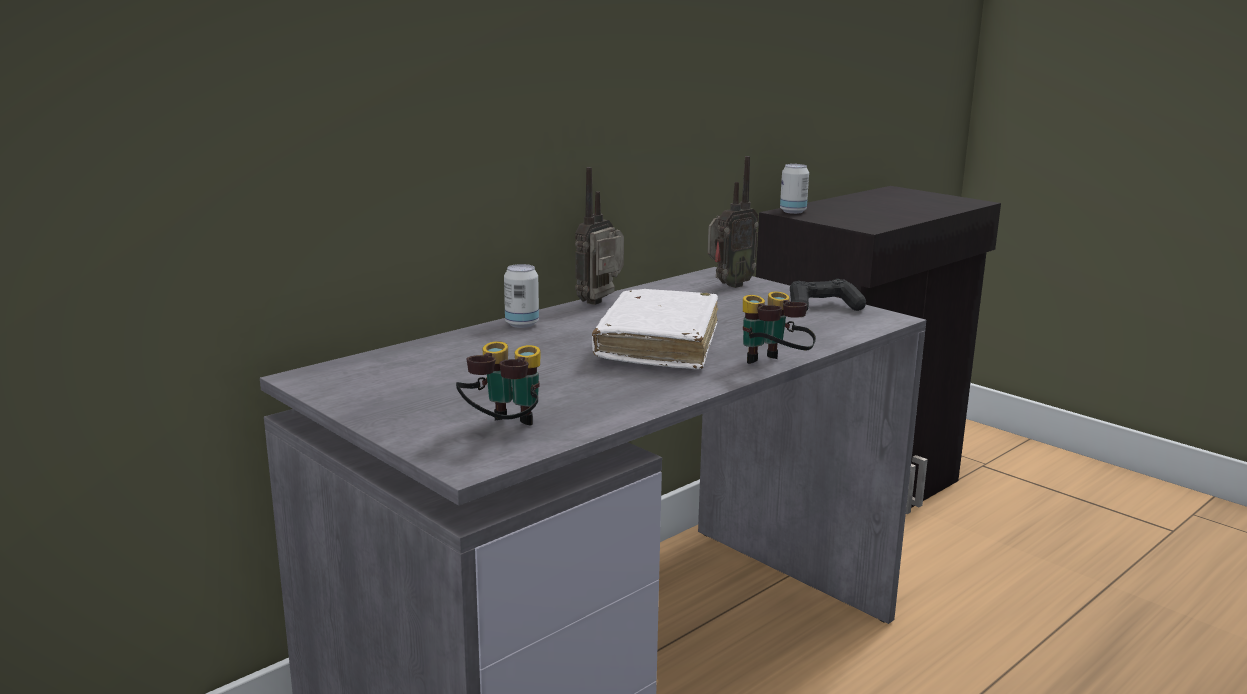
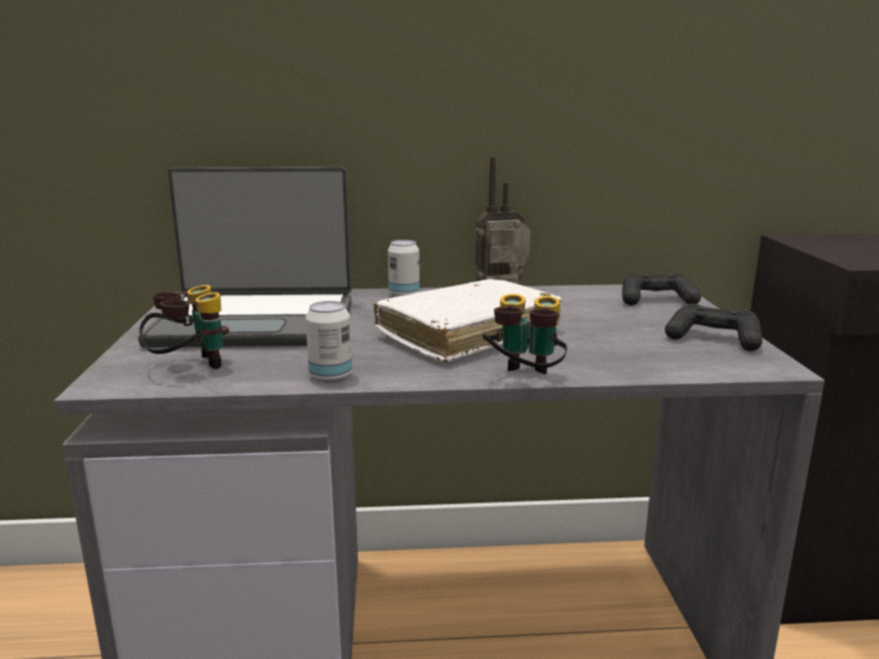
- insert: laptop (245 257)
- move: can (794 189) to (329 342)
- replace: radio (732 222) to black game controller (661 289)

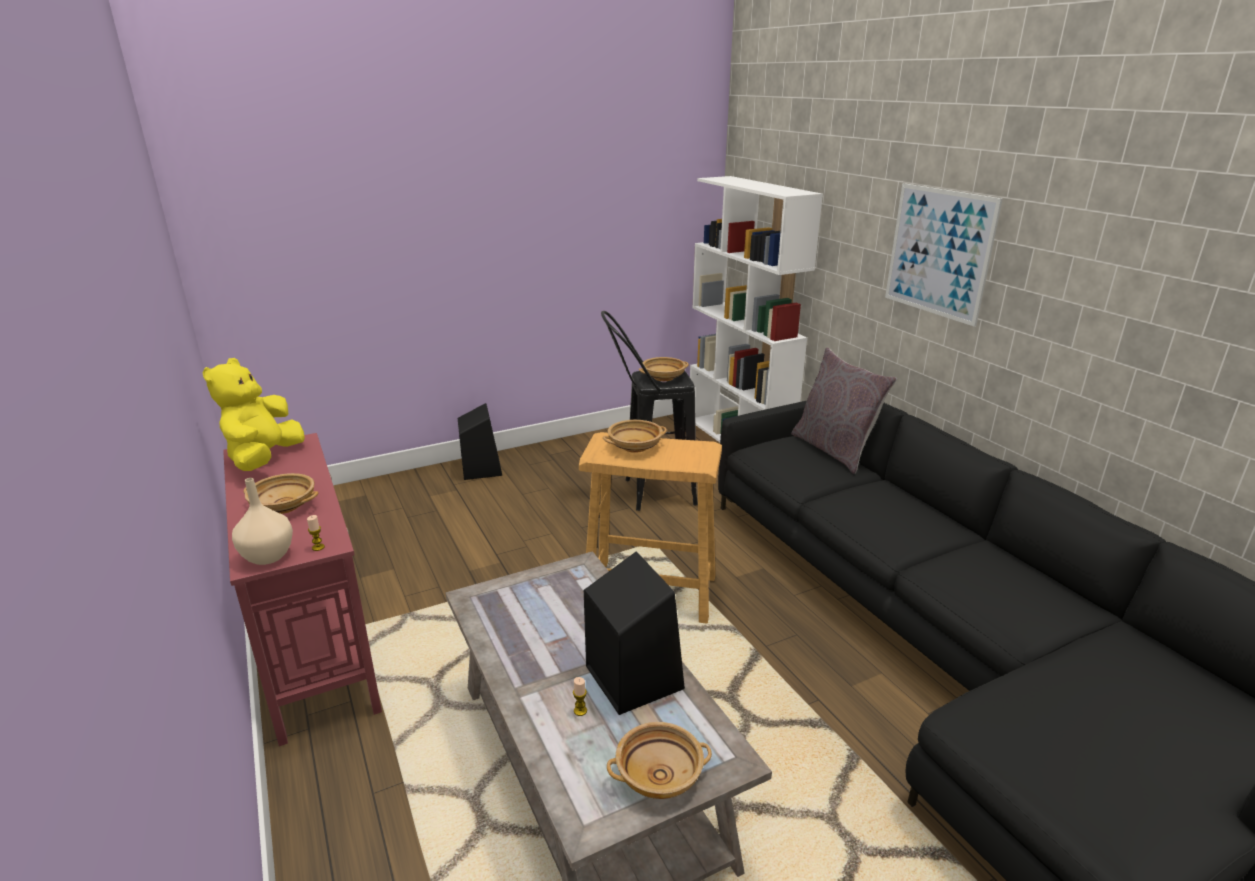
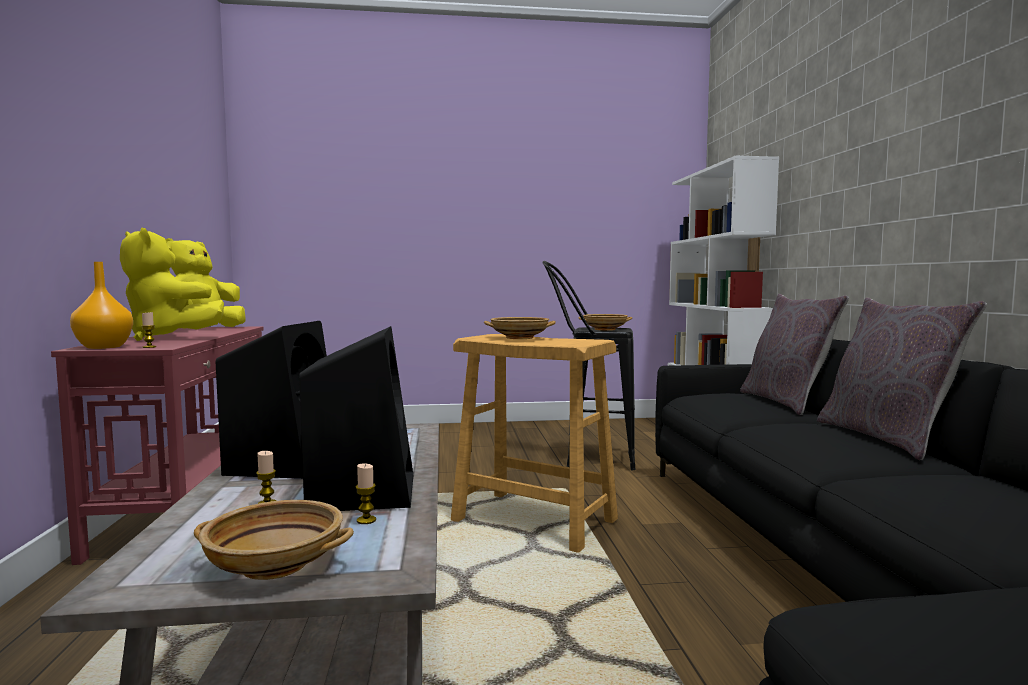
- recolor: beige vase (262 521) to orange vase (101 305)
- replace: beige bowl (280 493) to yellow plush toy (172 284)
- move: black speaker (479 441) to (271 400)
- insert: candle (366 493)
- insert: grey pillow (902 379)
- delete: picture (944 255)

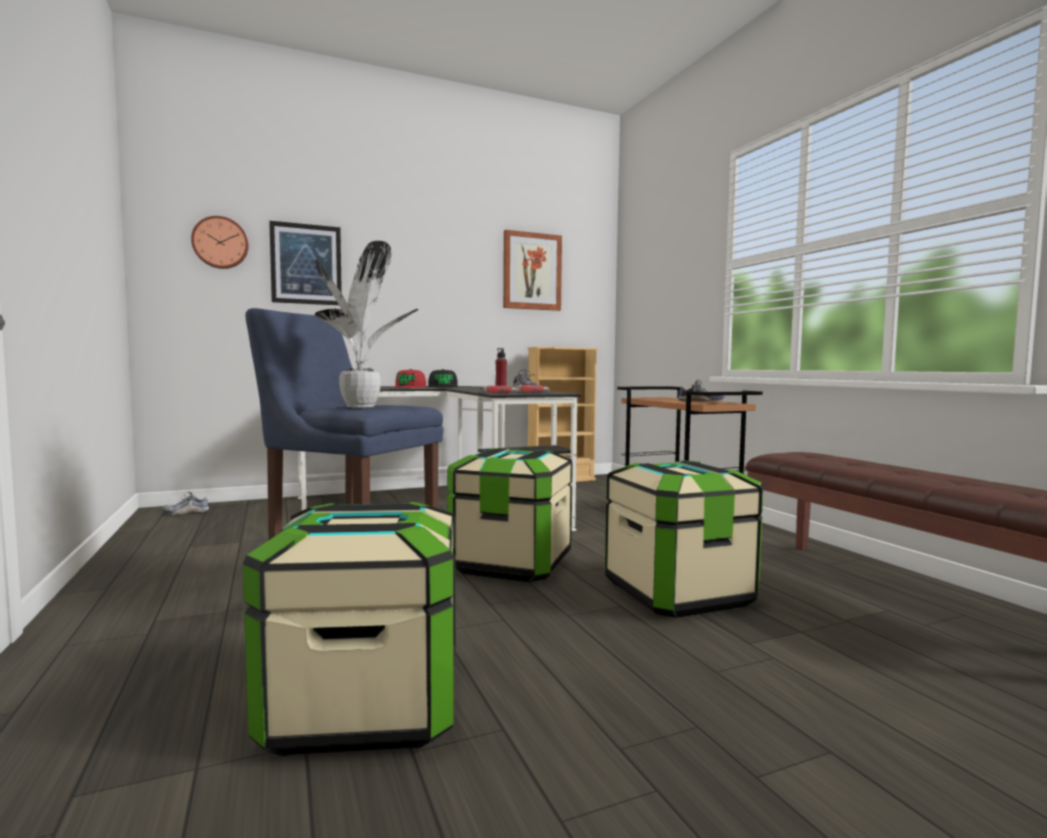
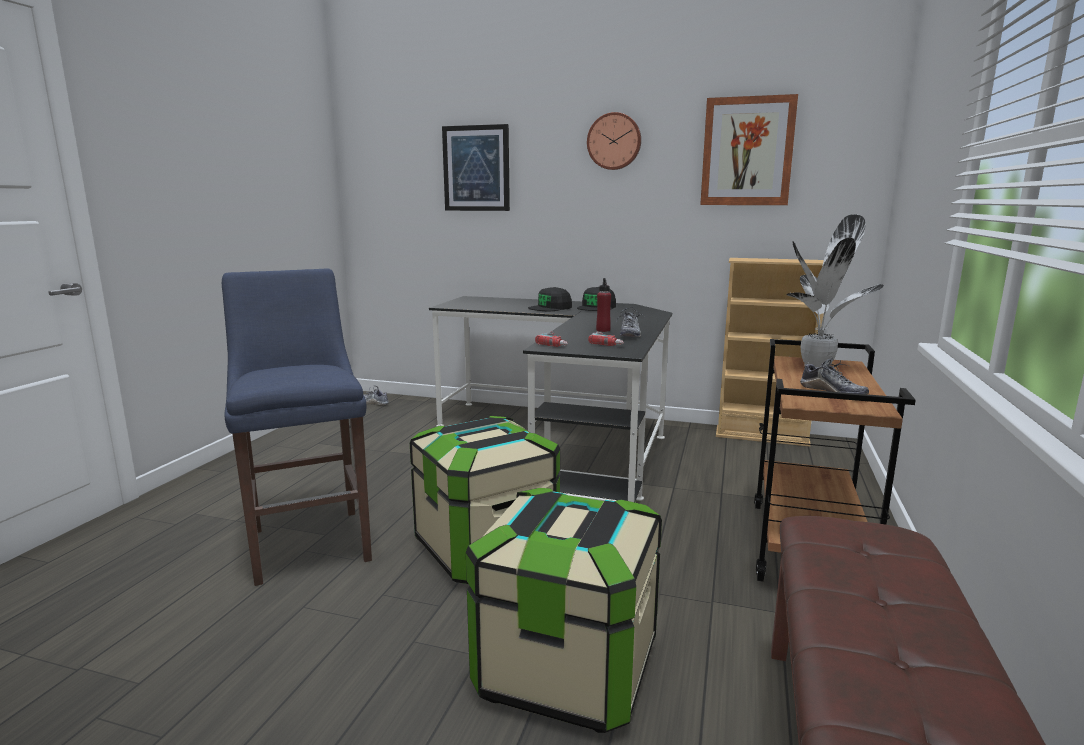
- recolor: red cap (408 378) to black cap (550 299)
- move: wall clock (219 242) to (614 141)
- move: potted plant (367 324) to (835 291)
- delete: storage box (349 629)

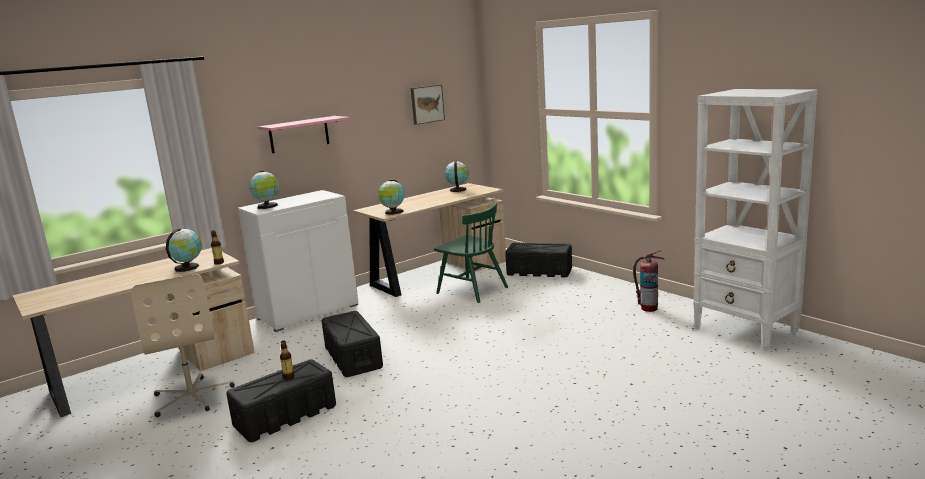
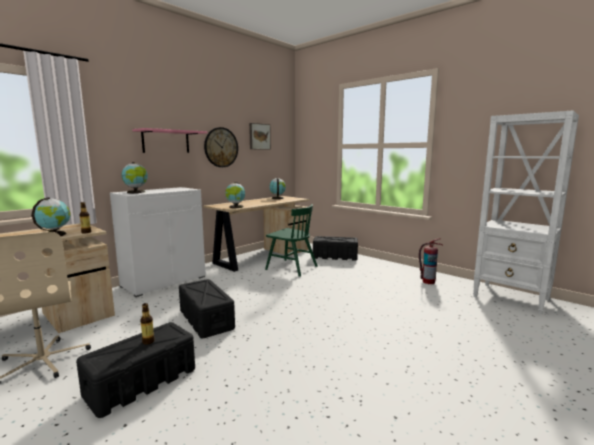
- insert: wall clock (221 147)

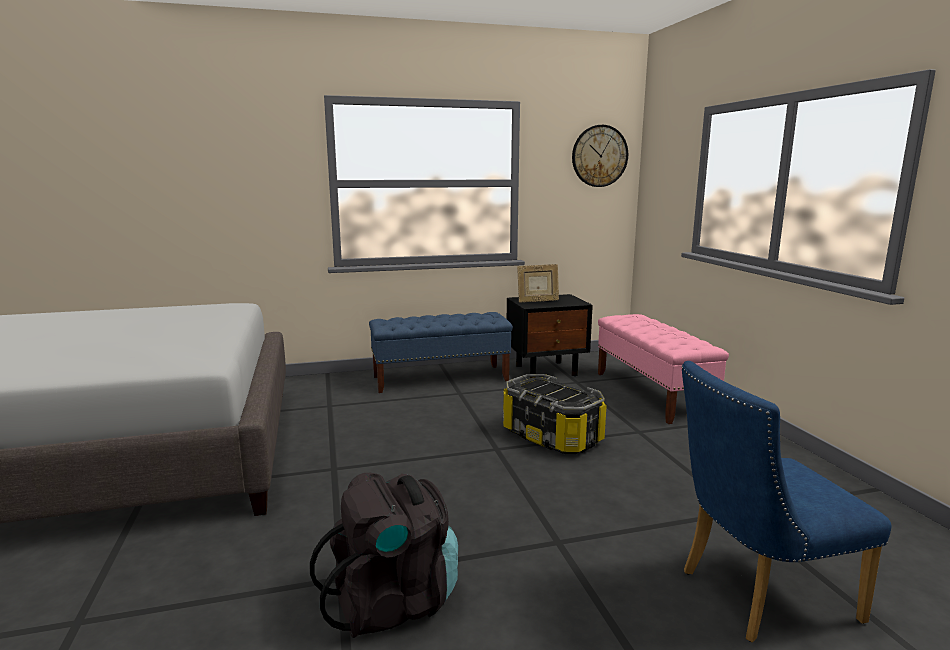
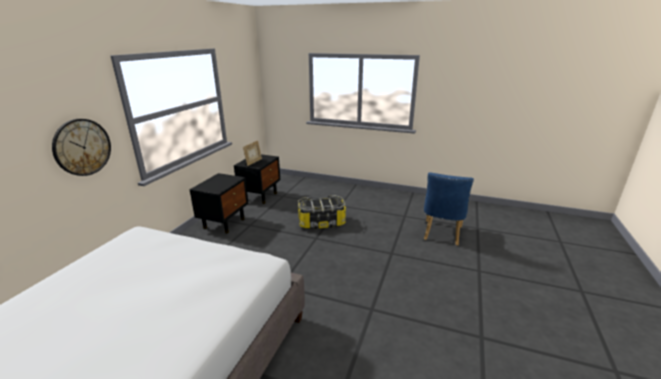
- move: wall clock (600 156) to (81 147)
- replace: blue bench (441 352) to black nightstand (218 203)
- delete: black backpack (384 555)
- delete: pink bench (663 369)

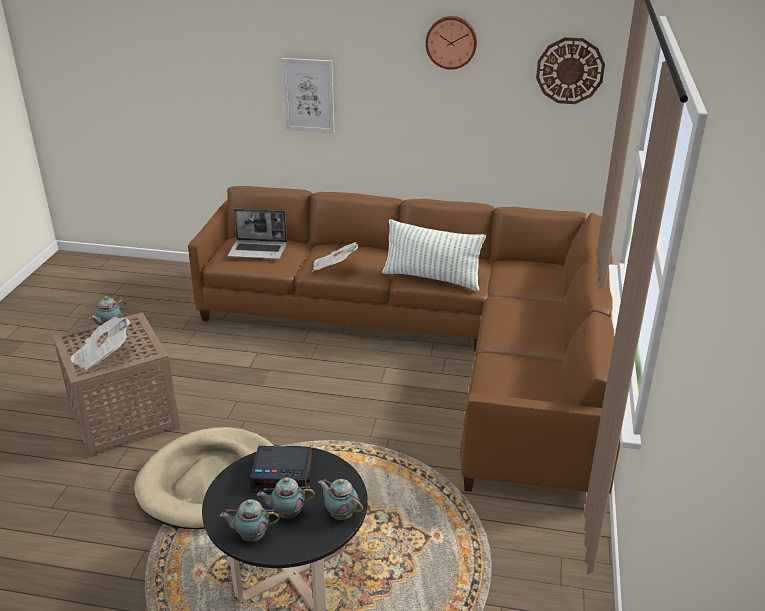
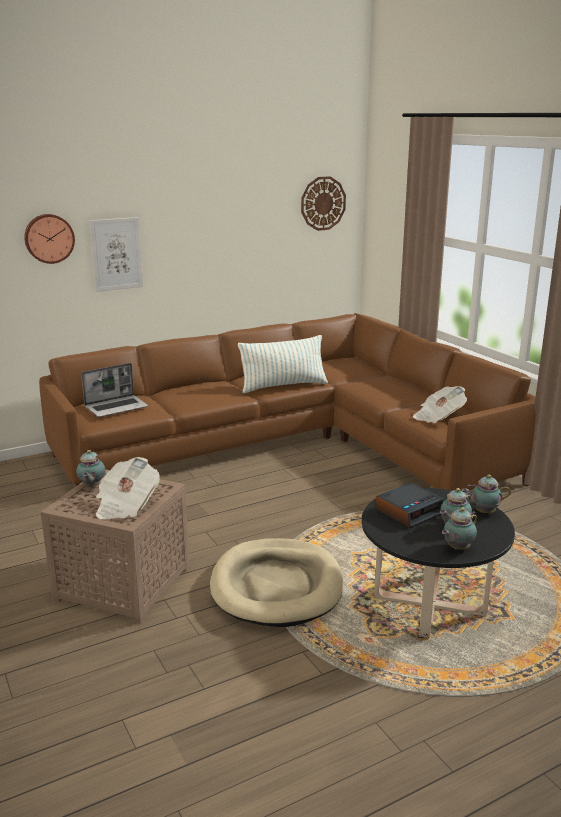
- move: wall clock (451 43) to (49 239)
- move: newspaper (335 257) to (440 404)

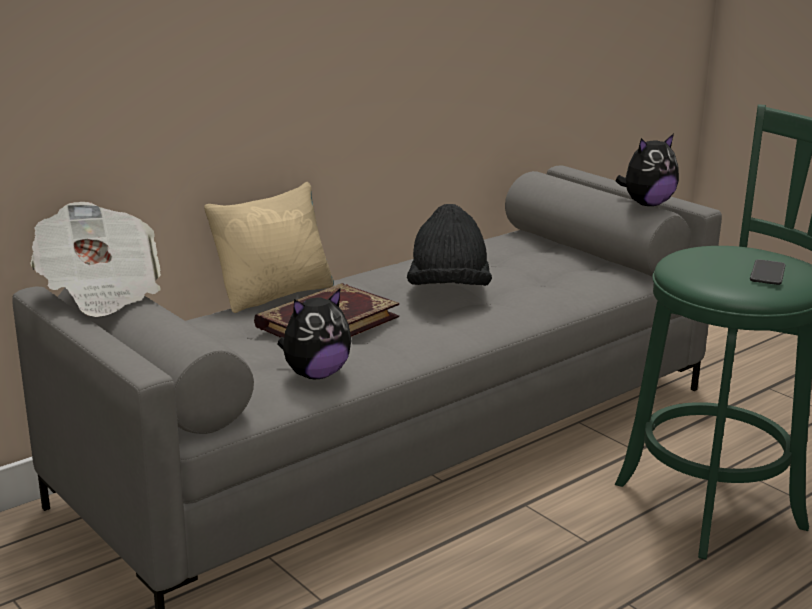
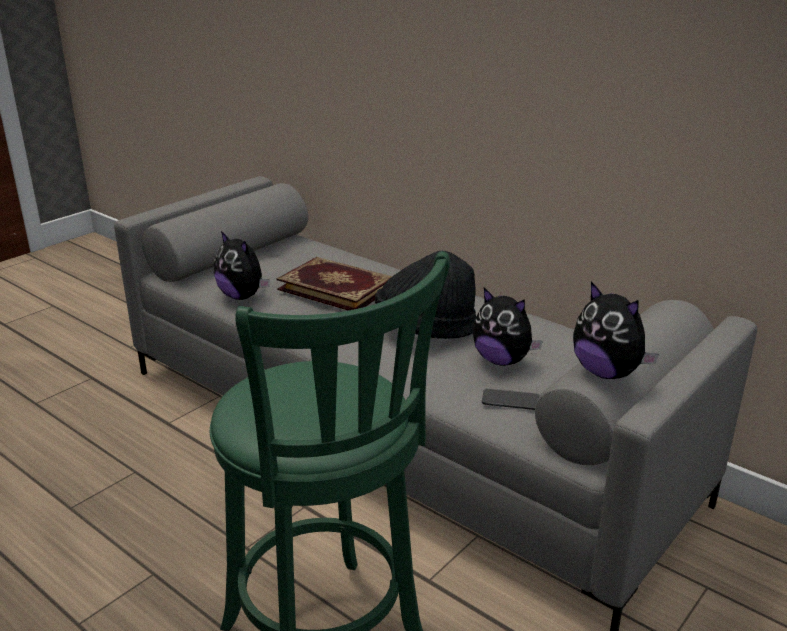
- insert: plush toy (507 327)
- move: phone (768 272) to (511 399)
- delete: newspaper (95 259)
- delete: beige pillow (269 247)

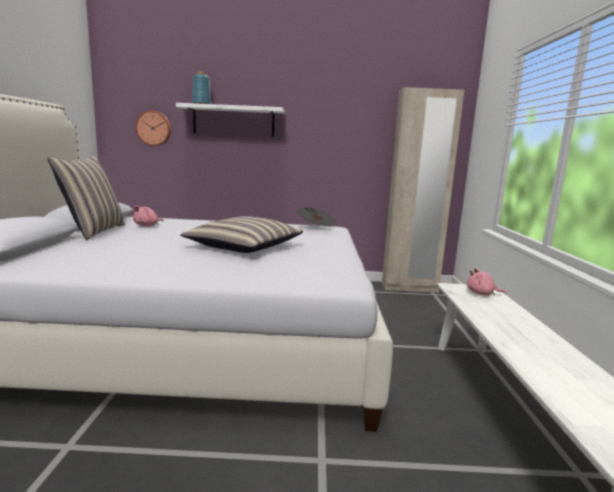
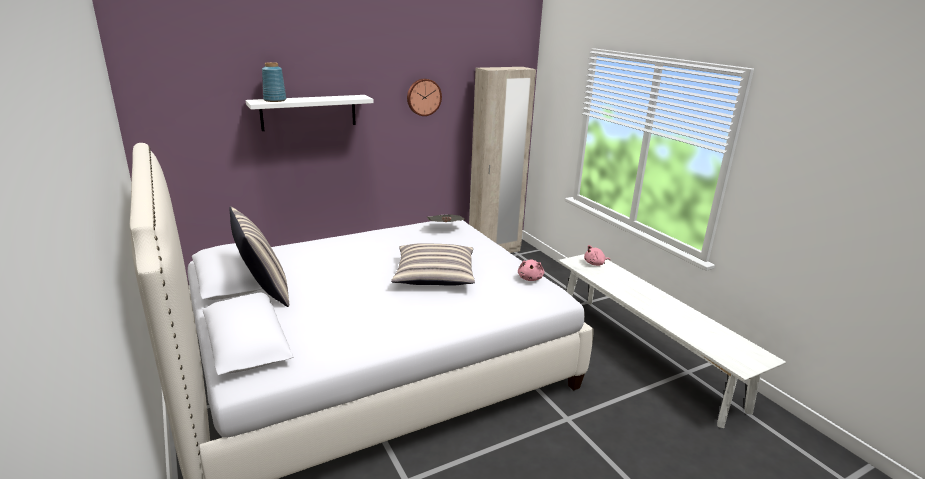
- move: wall clock (153 128) to (424 97)
- move: pink plush toy (148 215) to (531 270)

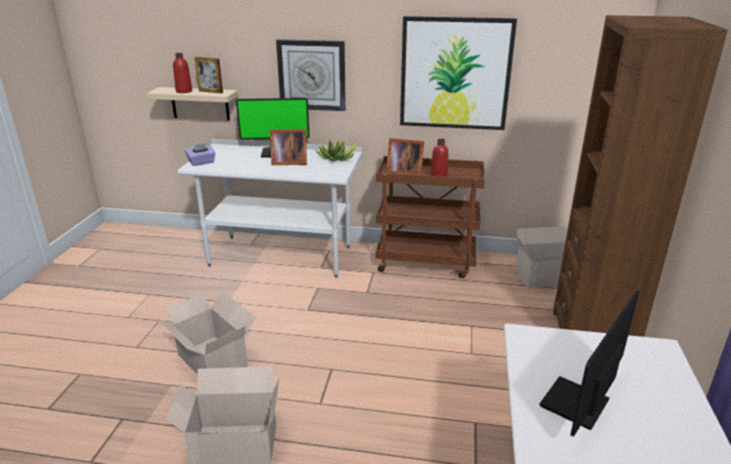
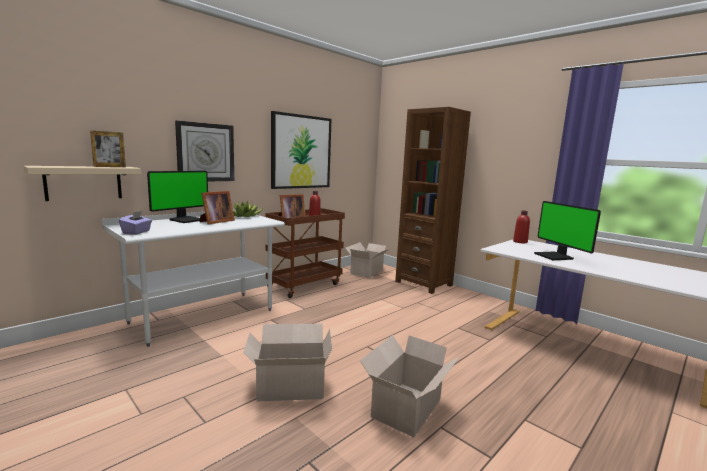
- move: red bottle (182 73) to (521 227)

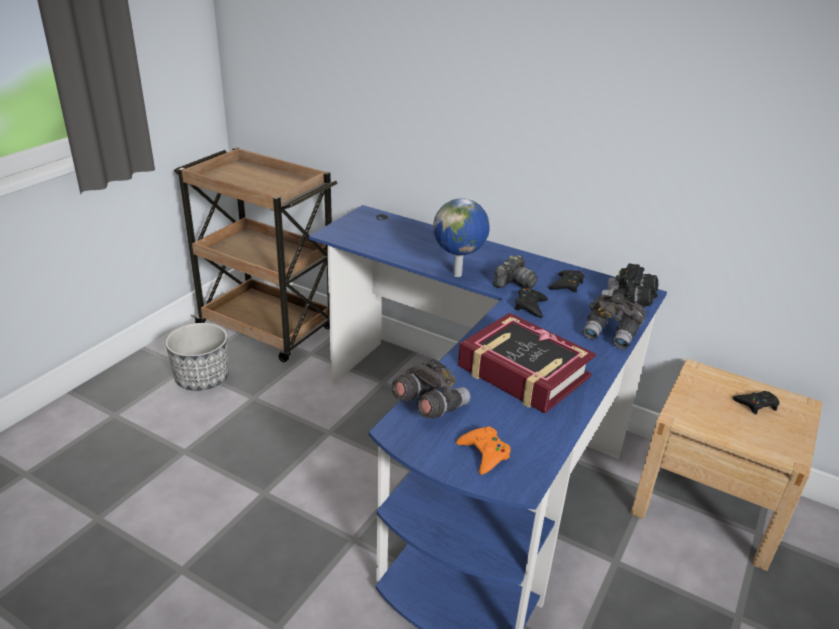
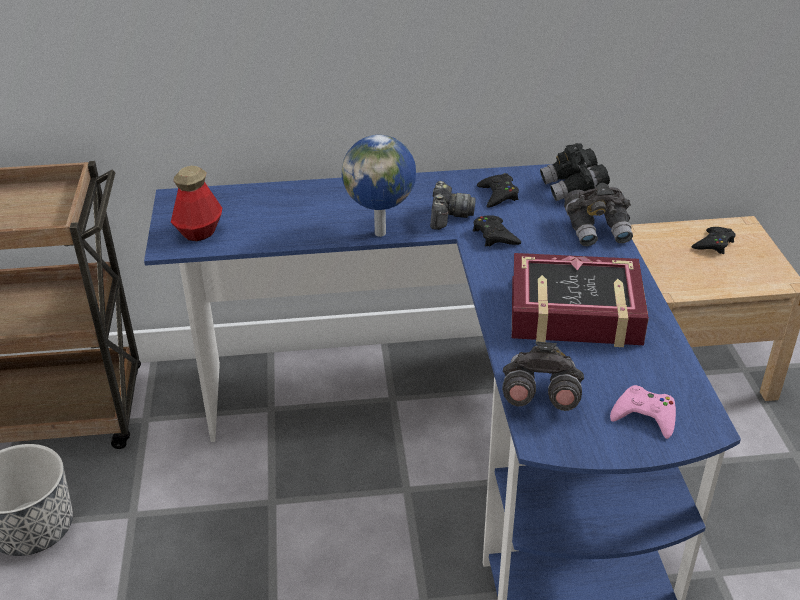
- insert: bottle (196 203)
- recolor: orange game controller (483 450) to pink game controller (643 412)

